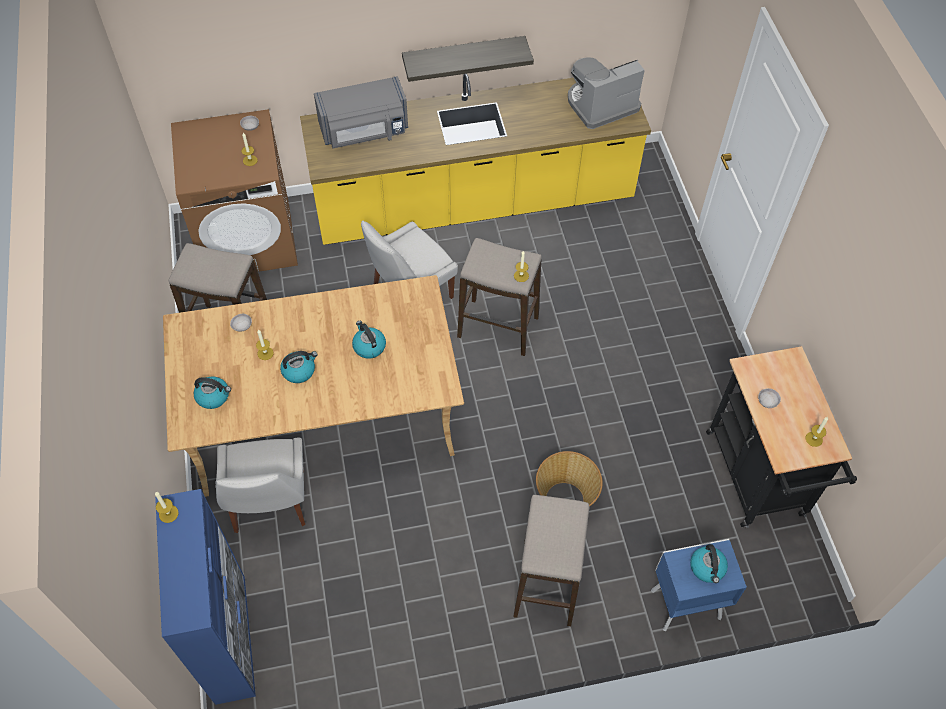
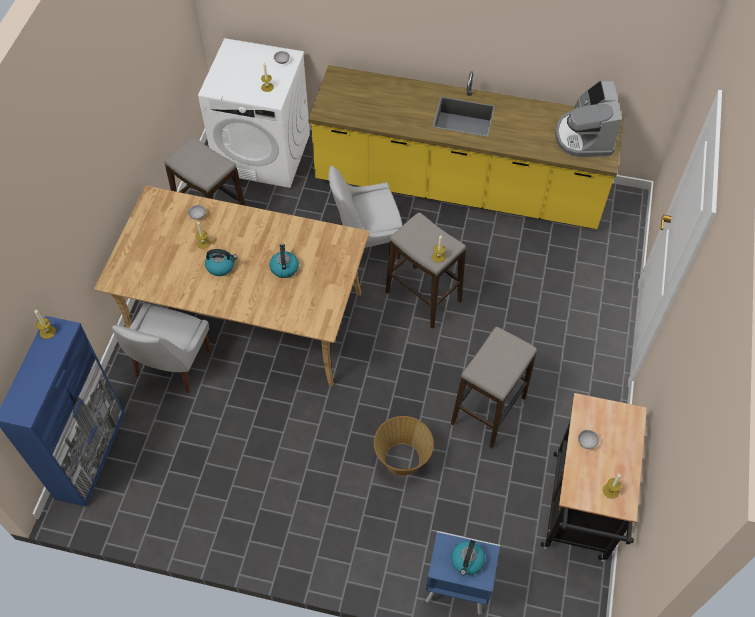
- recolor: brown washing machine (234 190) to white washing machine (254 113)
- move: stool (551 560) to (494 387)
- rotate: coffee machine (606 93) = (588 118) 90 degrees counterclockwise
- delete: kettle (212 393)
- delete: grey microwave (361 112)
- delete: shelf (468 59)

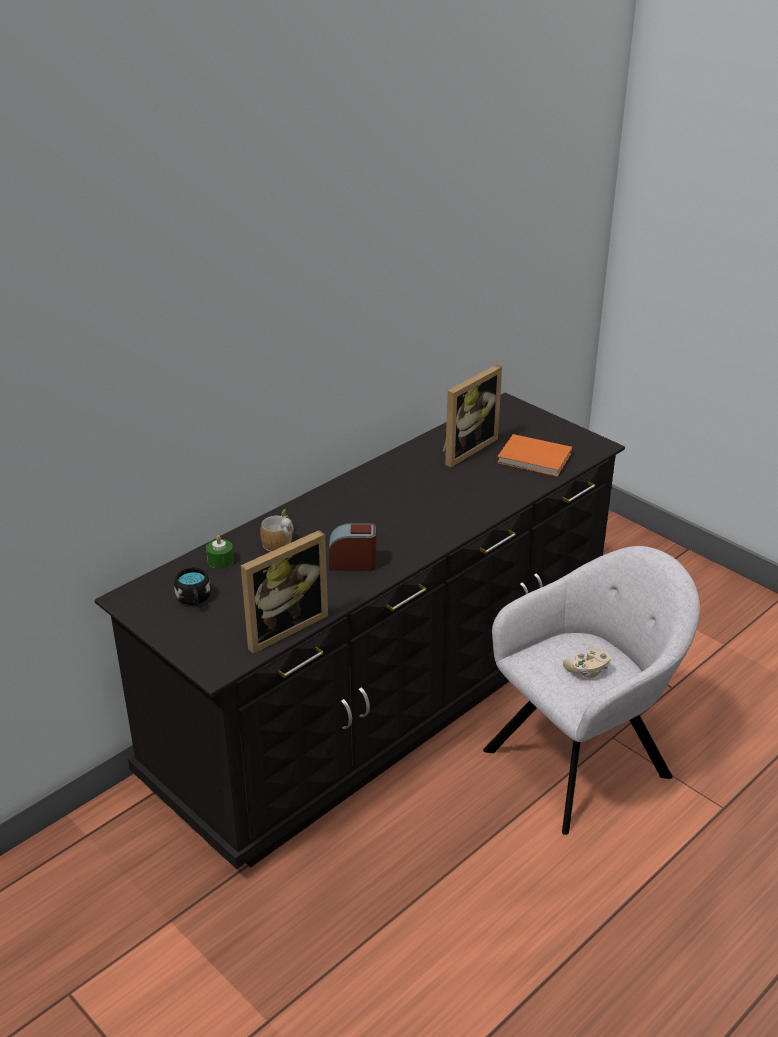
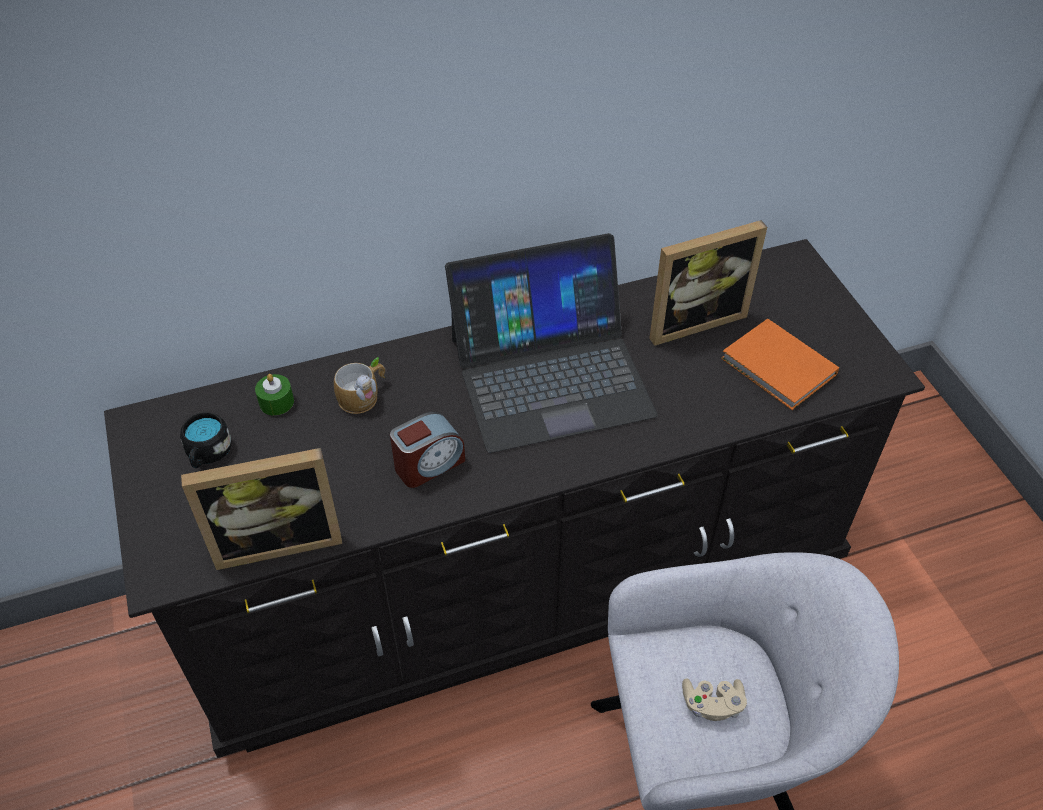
- rotate: alarm clock (352 547) = (427 450) 120 degrees clockwise
- insert: laptop (551 343)

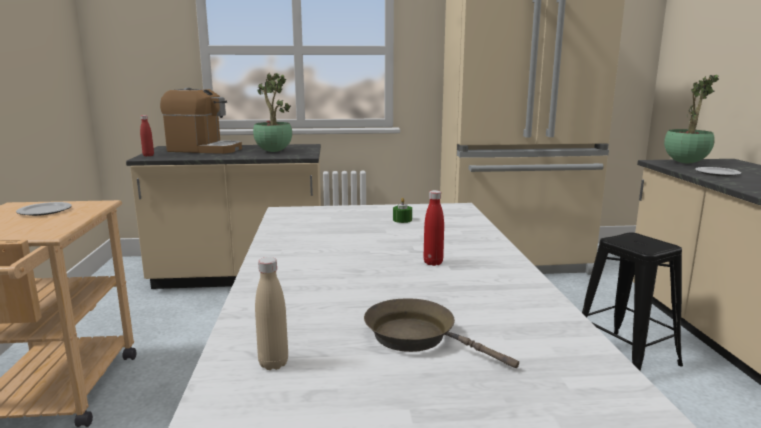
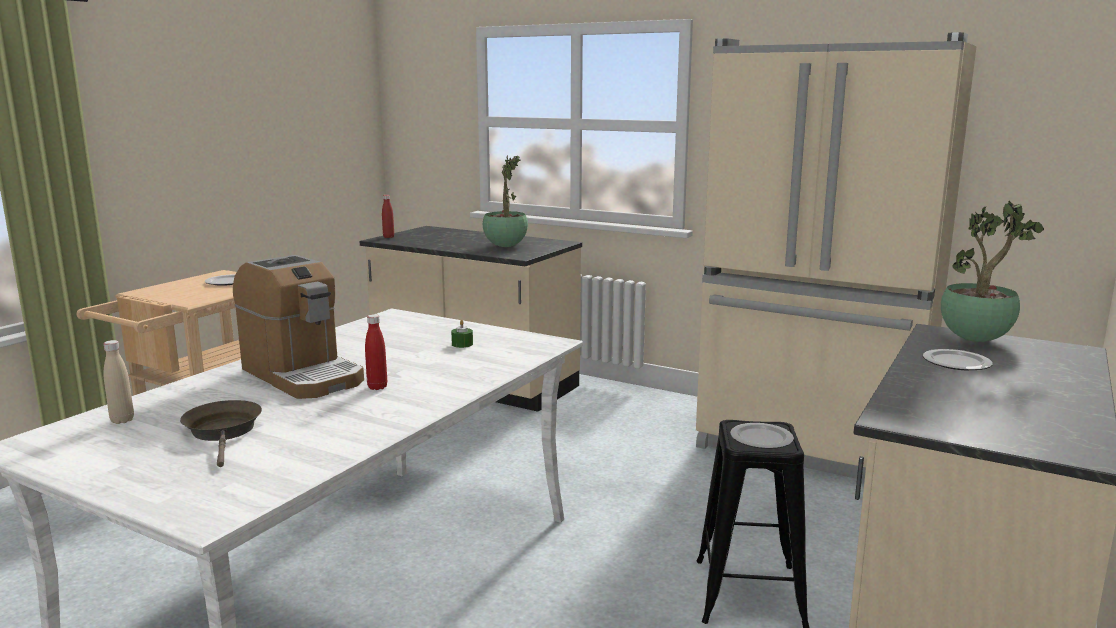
- move: coffee machine (201 121) to (298 327)
- insert: plate (762 436)

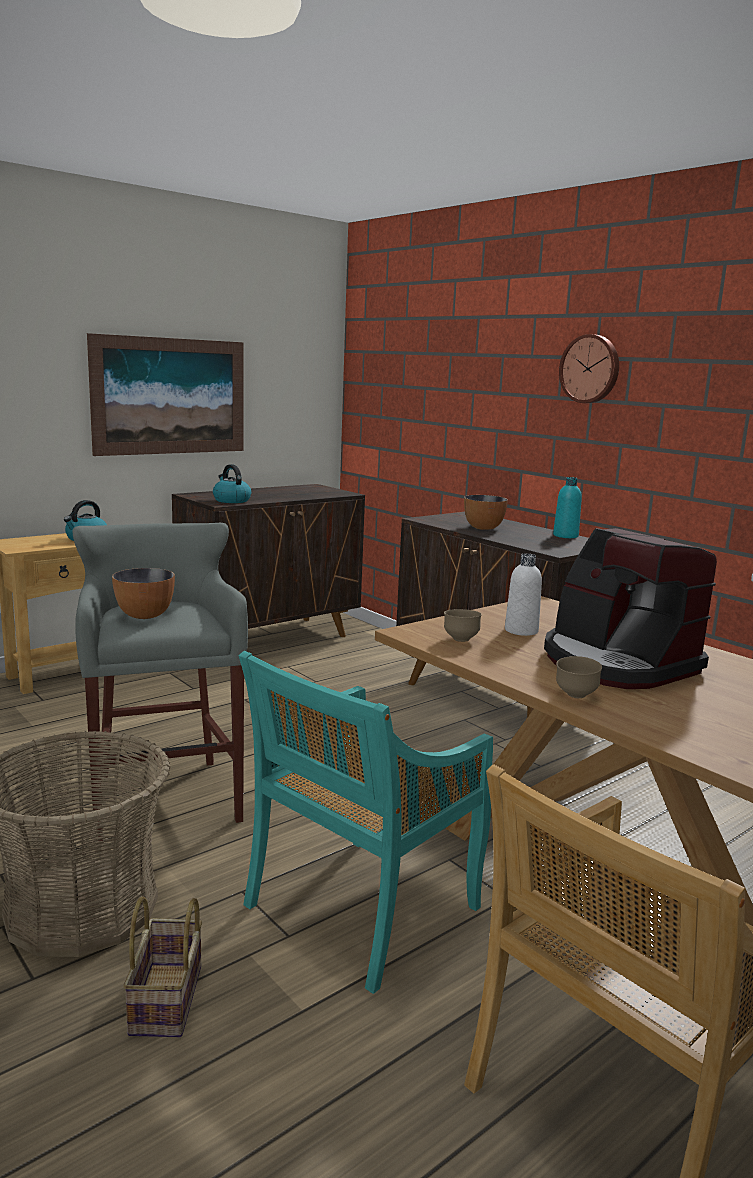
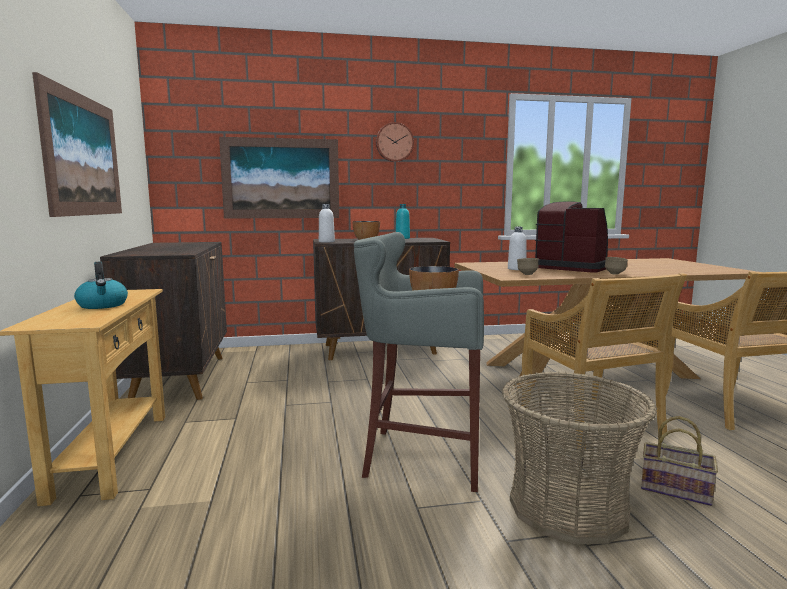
- insert: picture (279 178)
- insert: white bottle (327 223)
- recolor: turquoise chair (366 822) to beige chair (604 361)
- rotate: coffee machine (630 608) = (571 237) 135 degrees counterclockwise
- delete: kettle (232 483)

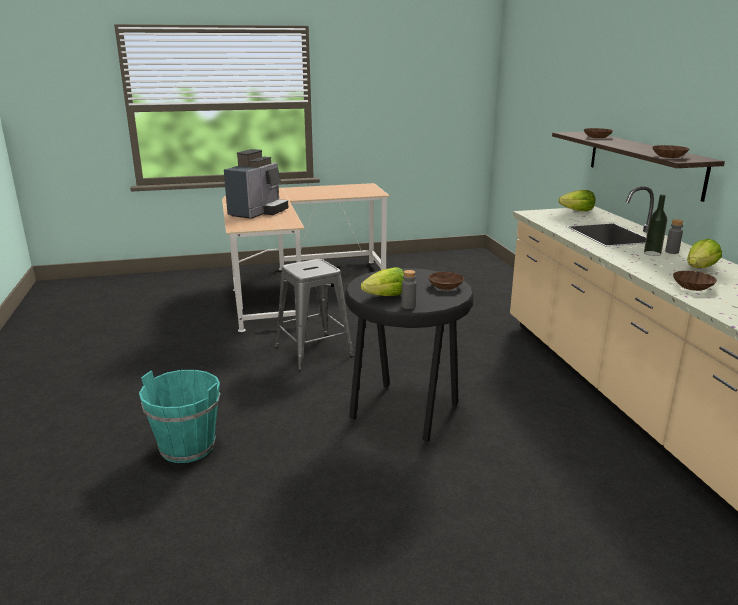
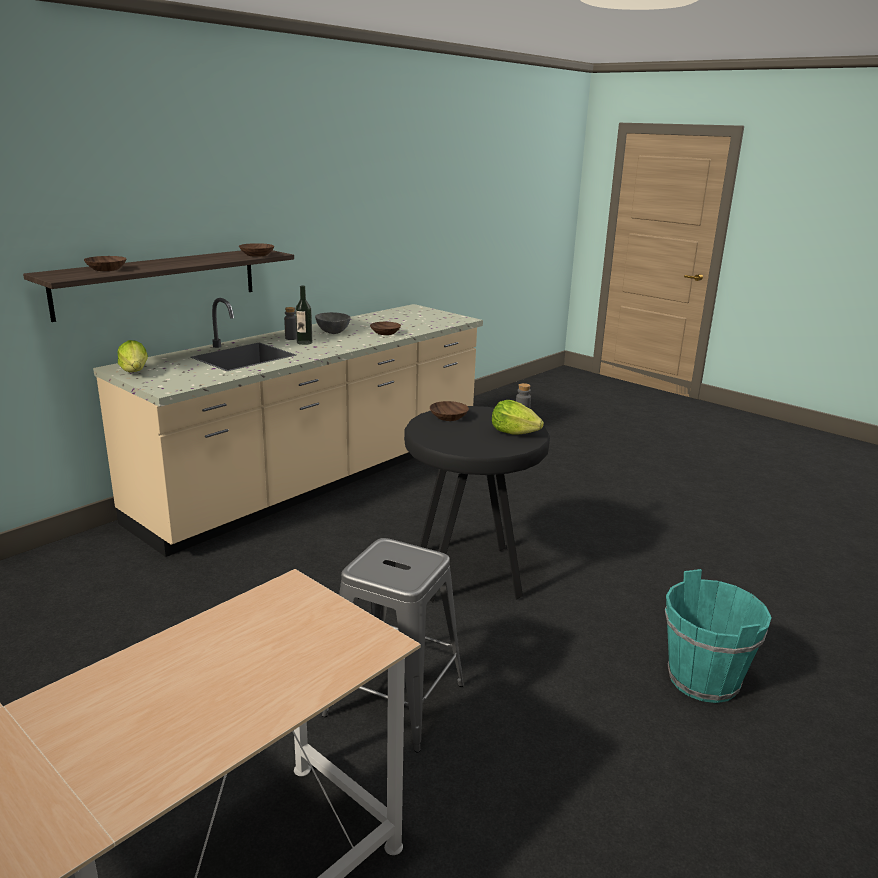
- replace: lettuce (704 253) to grey bowl (332 323)
- delete: coffee machine (256 184)

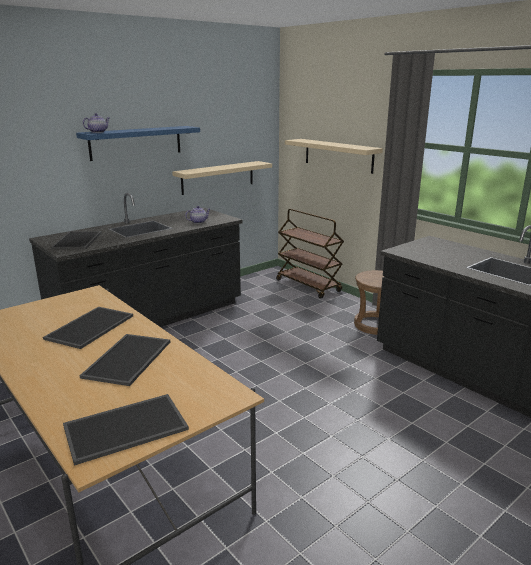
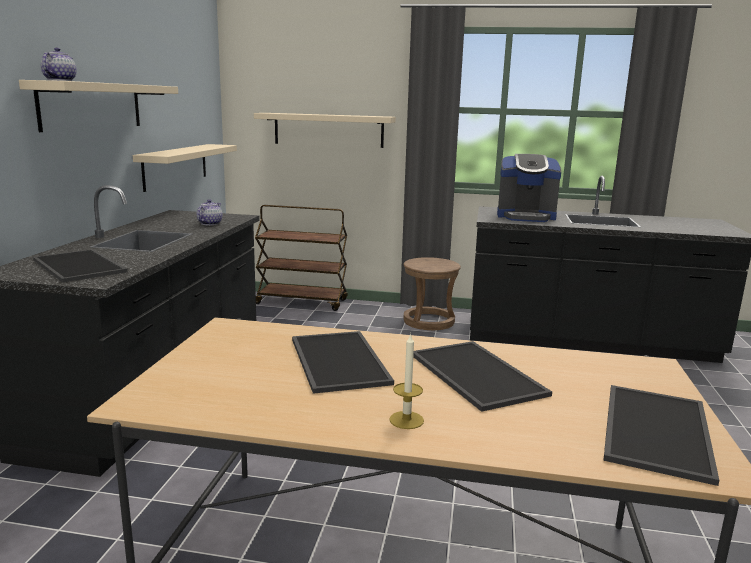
- recolor: blue shelf (138 143) to beige shelf (98 106)
- insert: candle (406 381)
- insert: coffee machine (529 188)

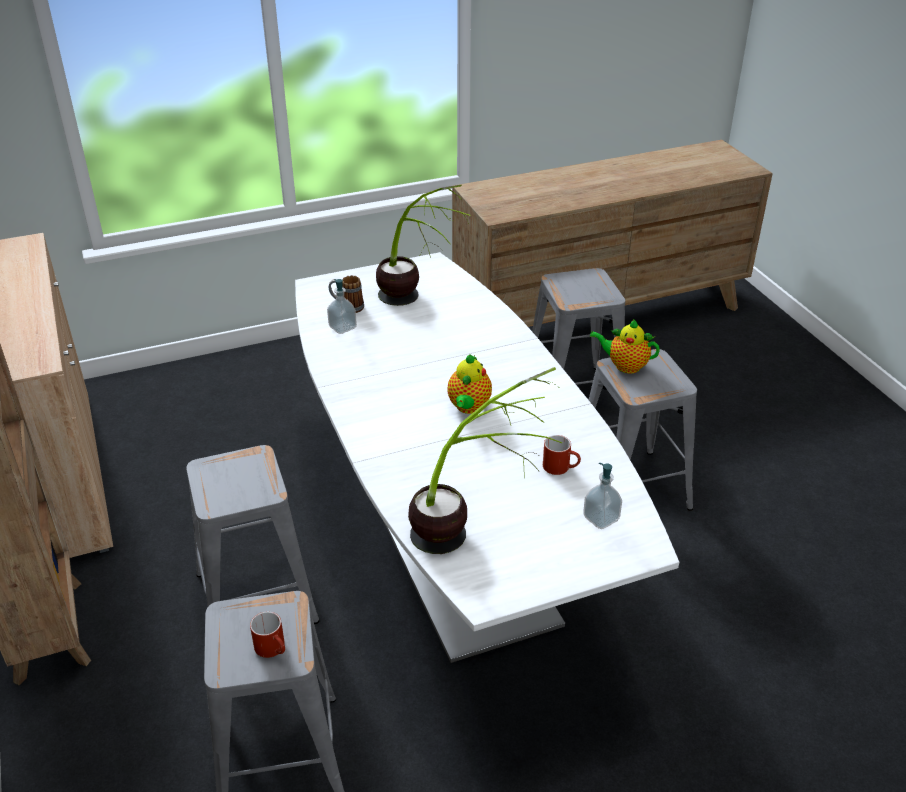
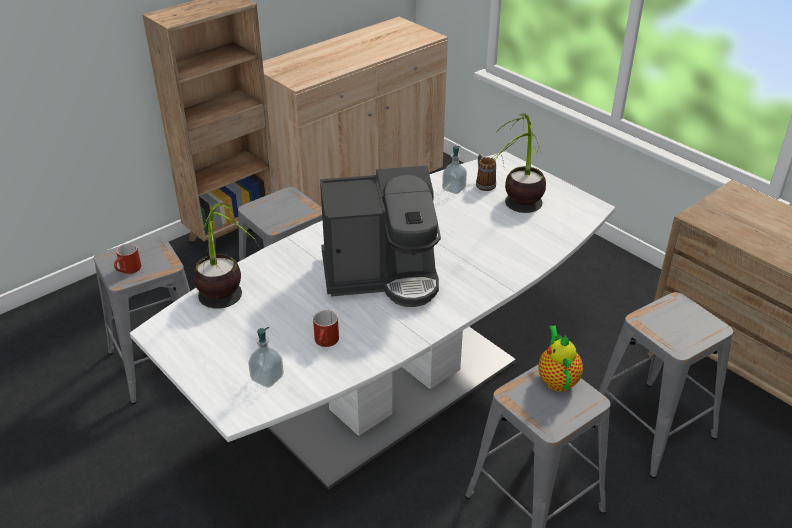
- replace: teapot (469 384) to coffee machine (380 236)

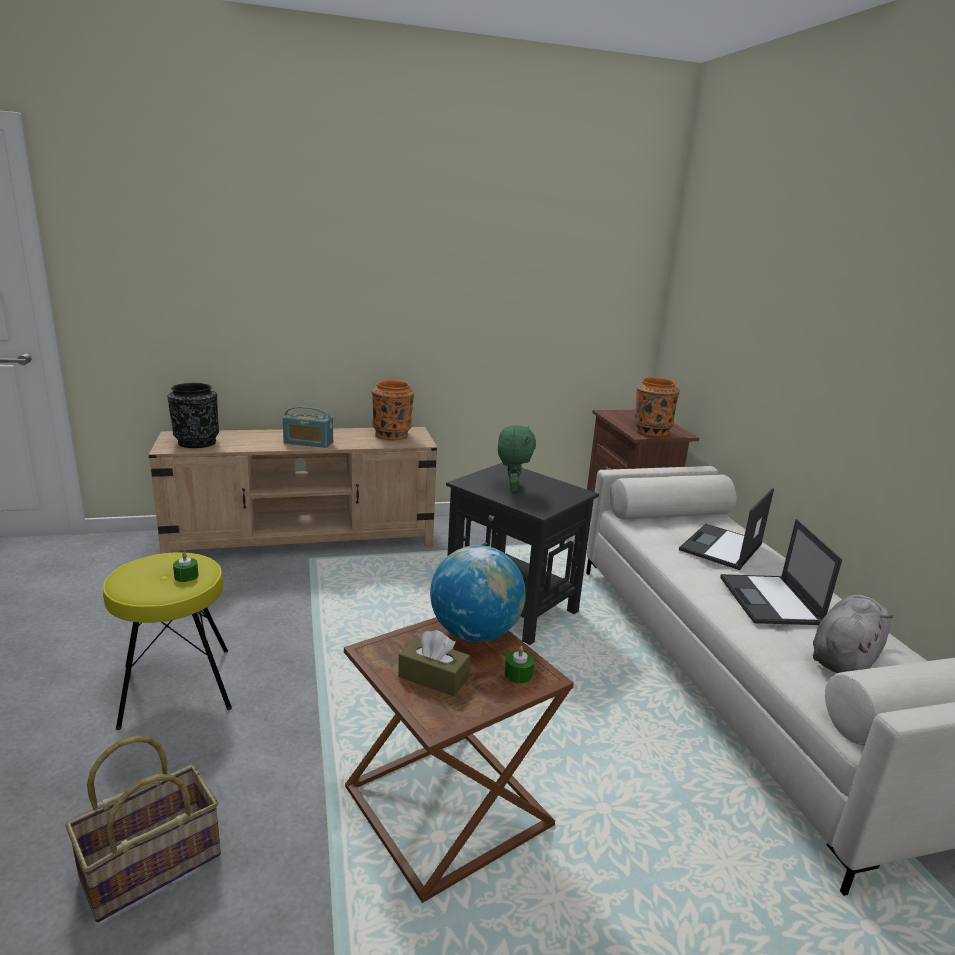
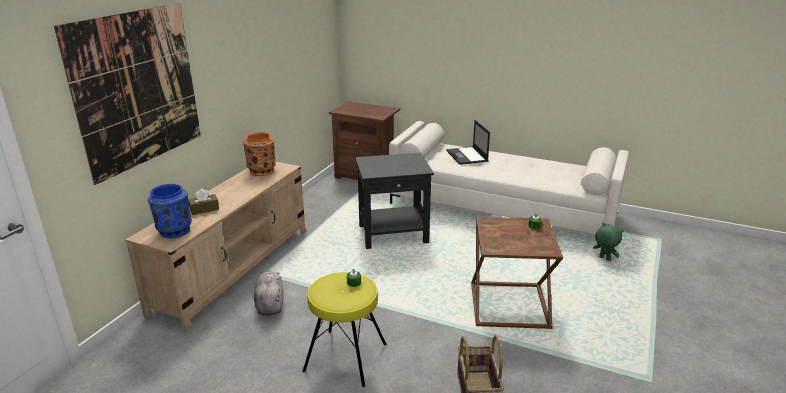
- insert: picture (127 94)
- recolor: black vase (193 415) to blue vase (170 211)
- move: brown tissue box (434 663) to (203 202)
- move: grey plush toy (853 634) to (269 294)
- move: green plush toy (517 458) to (608 242)
- delete: radio (308 427)
- delete: globe (478 593)
- delete: orange vase (657 407)
- delete: laptop (781 572)

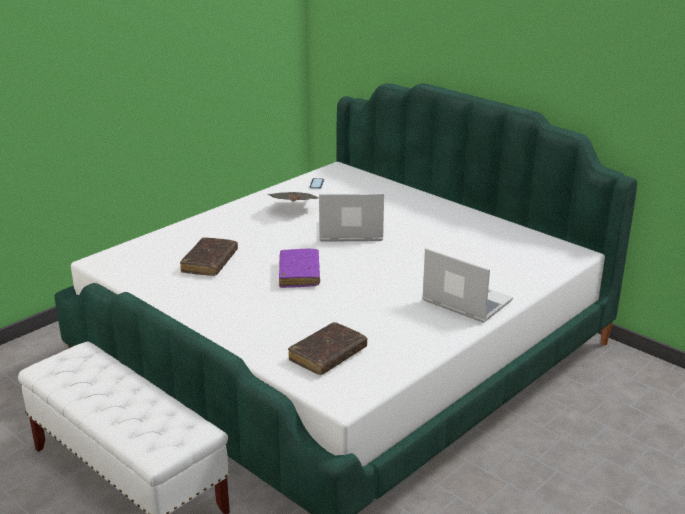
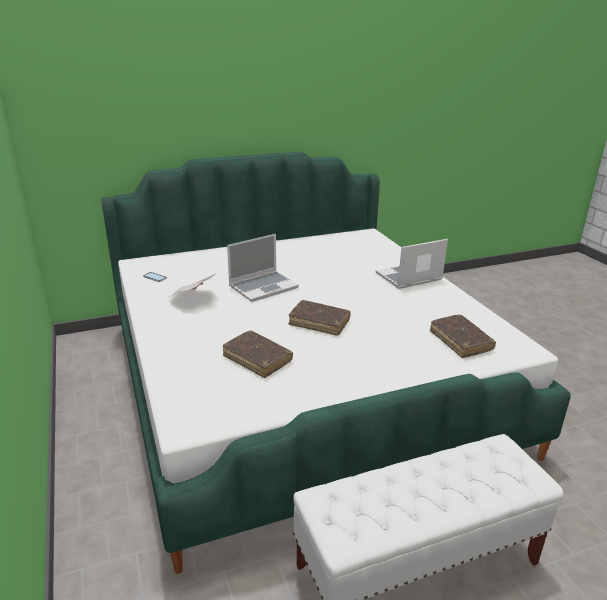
- rotate: laptop (351 217) = (263 268) 150 degrees counterclockwise
- recolor: purple book (299 268) to brown book (319 318)

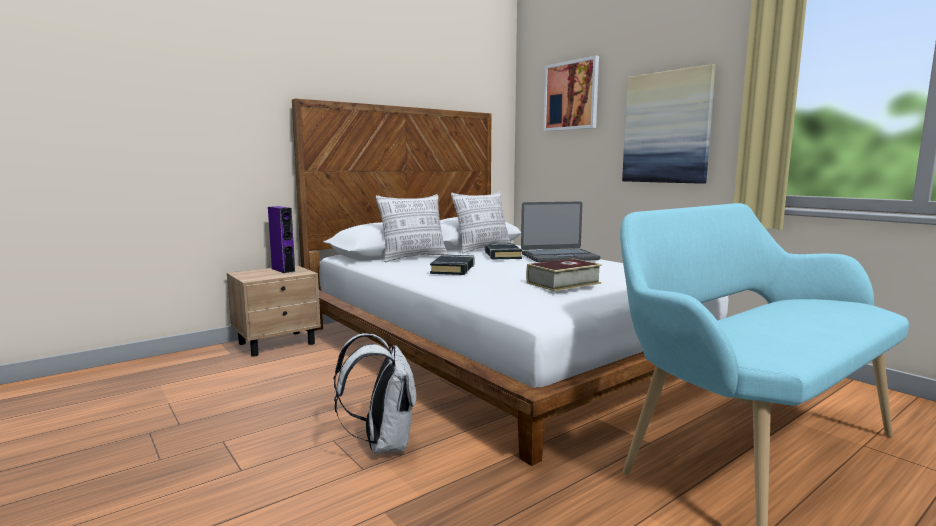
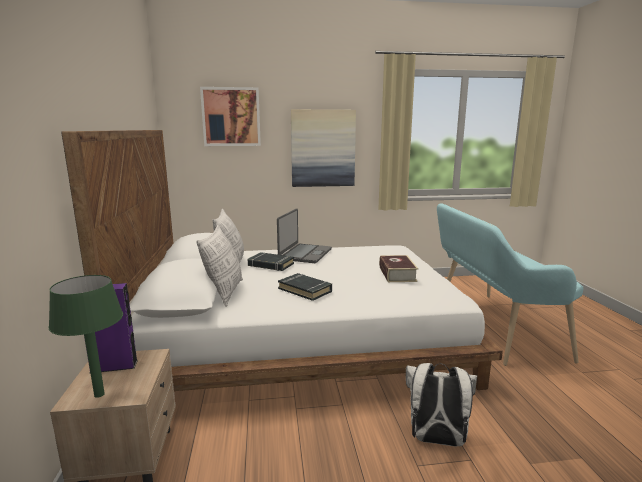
- insert: green table lamp (86 336)

